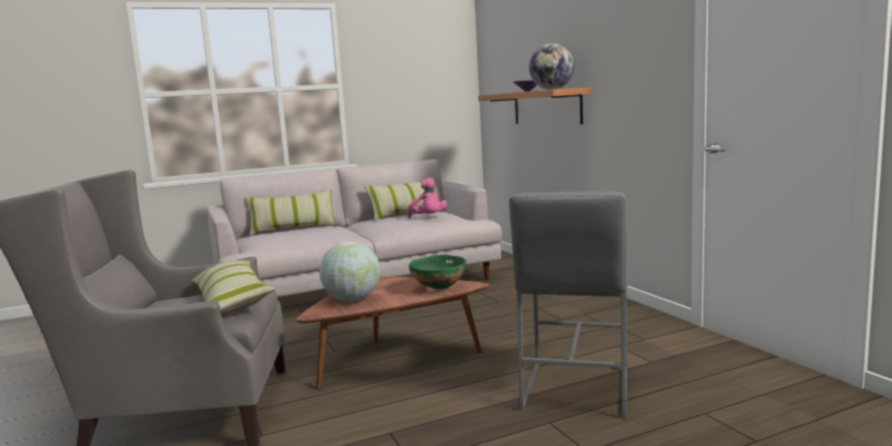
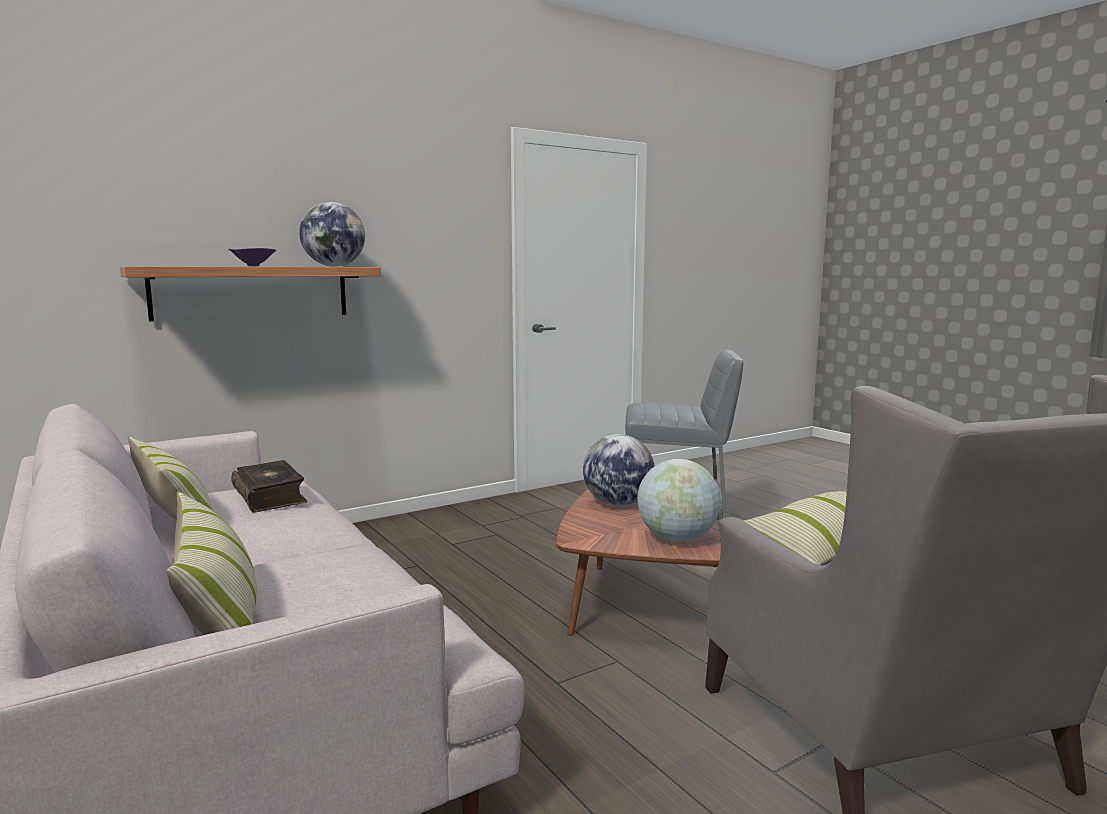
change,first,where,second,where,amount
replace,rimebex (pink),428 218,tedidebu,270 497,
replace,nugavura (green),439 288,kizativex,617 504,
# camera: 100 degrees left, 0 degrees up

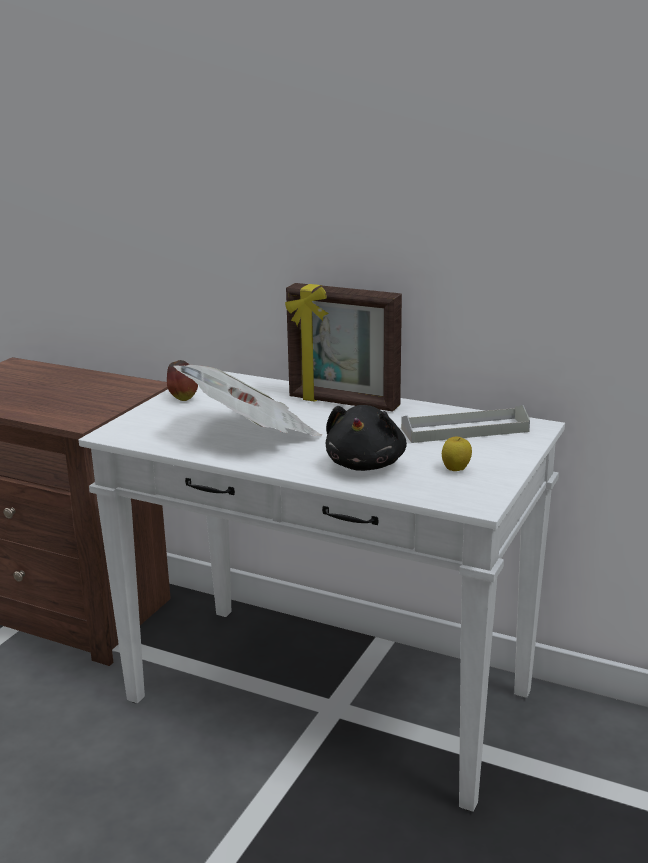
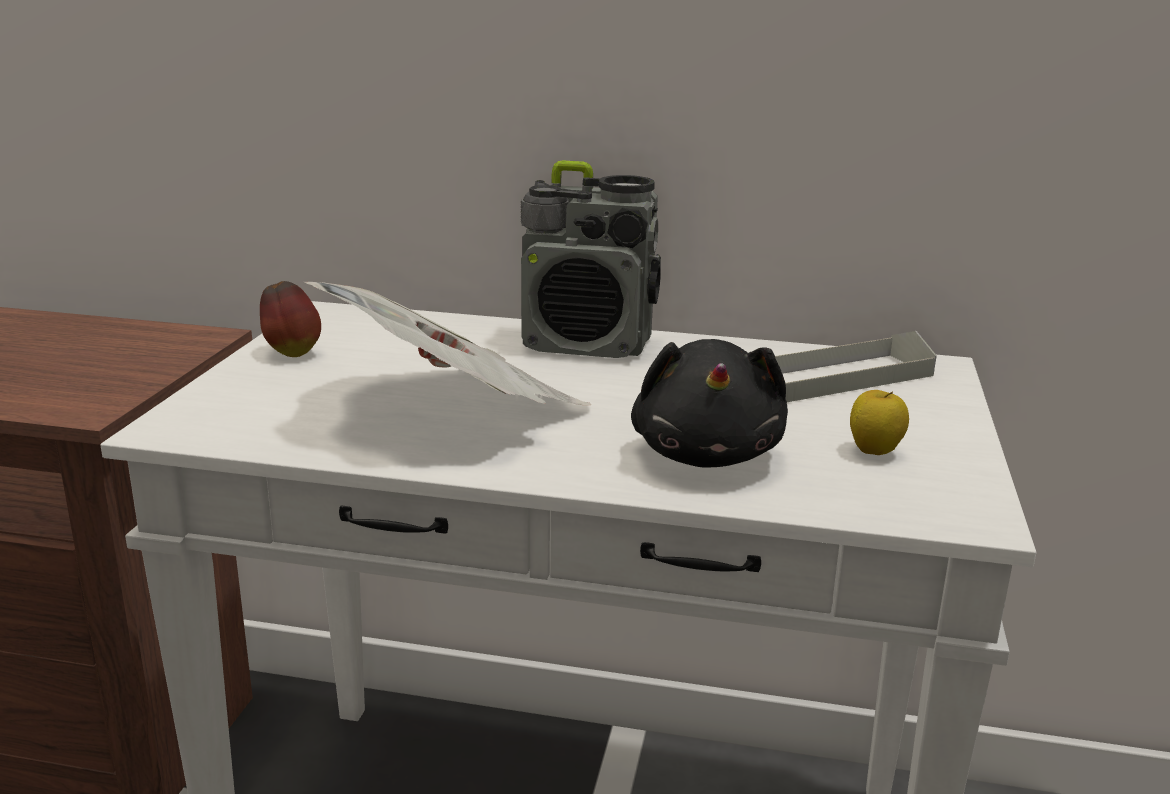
change,first,where,second,where,amount
replace,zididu,343 403,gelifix,588 345,
# camera: 15 degrees left, 0 degrees up

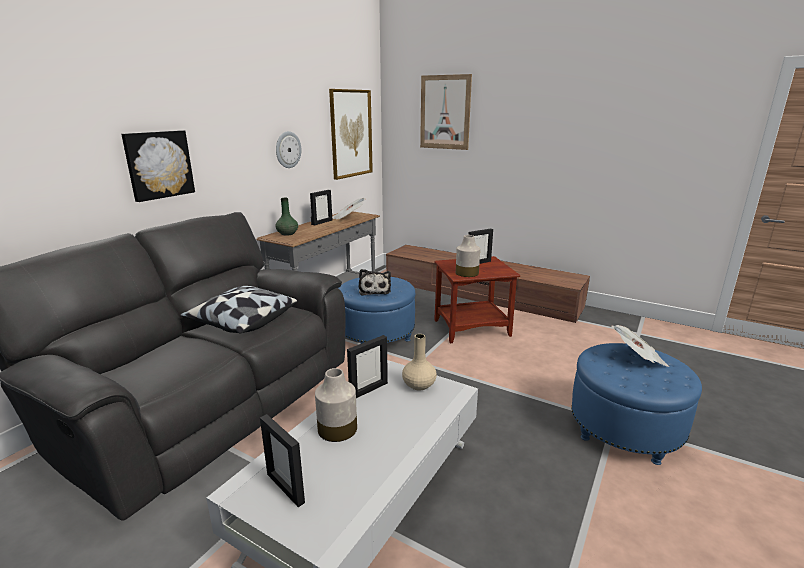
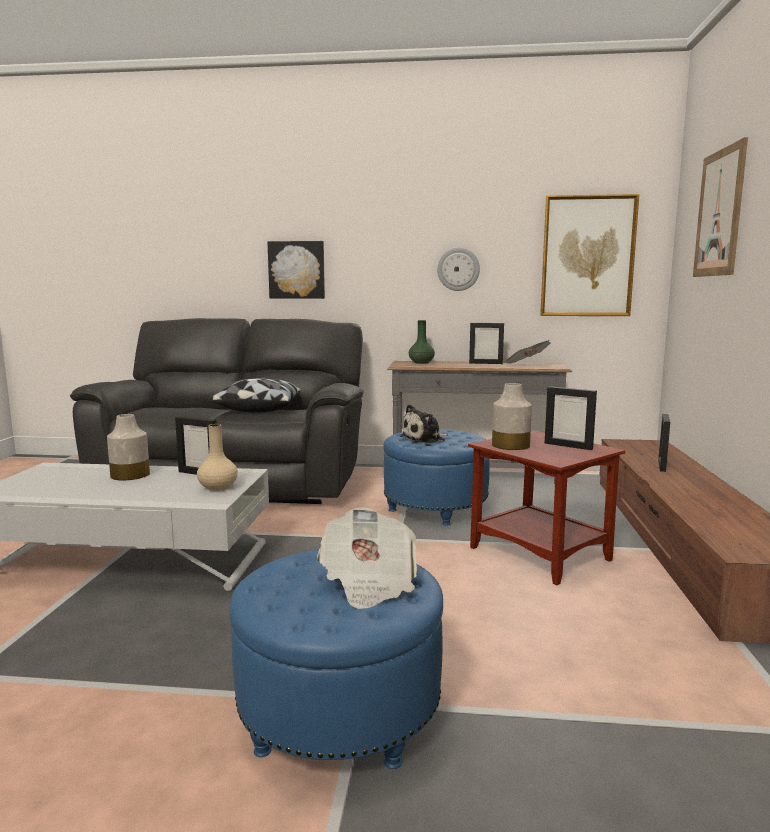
change,first,where,second,where,amount
move,zididu,286 487,,663 466,
# camera: 65 degrees right, 10 degrees down

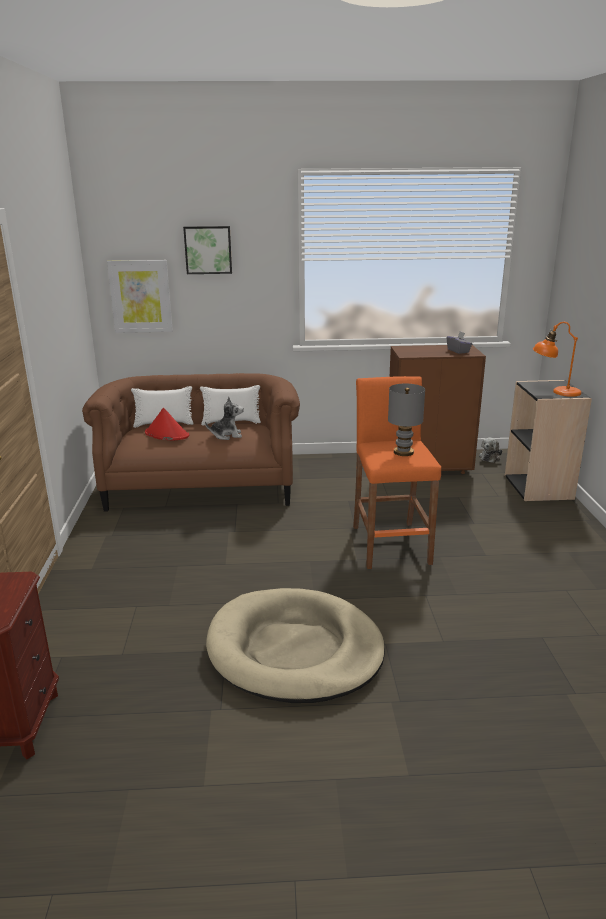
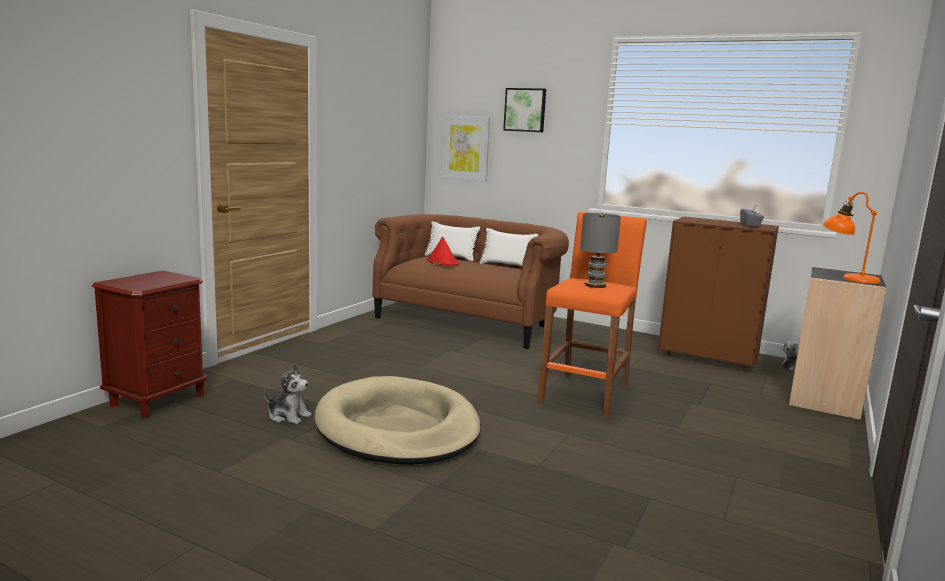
change,first,where,second,where,amount
move,rimebex,227 435,,288 416,
# camera: 30 degrees right, 10 degrees down

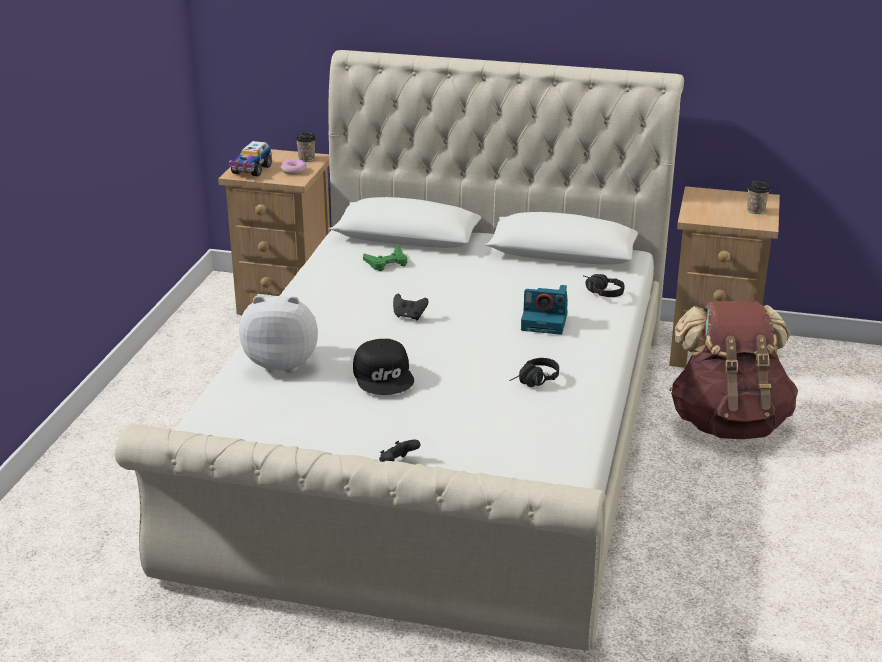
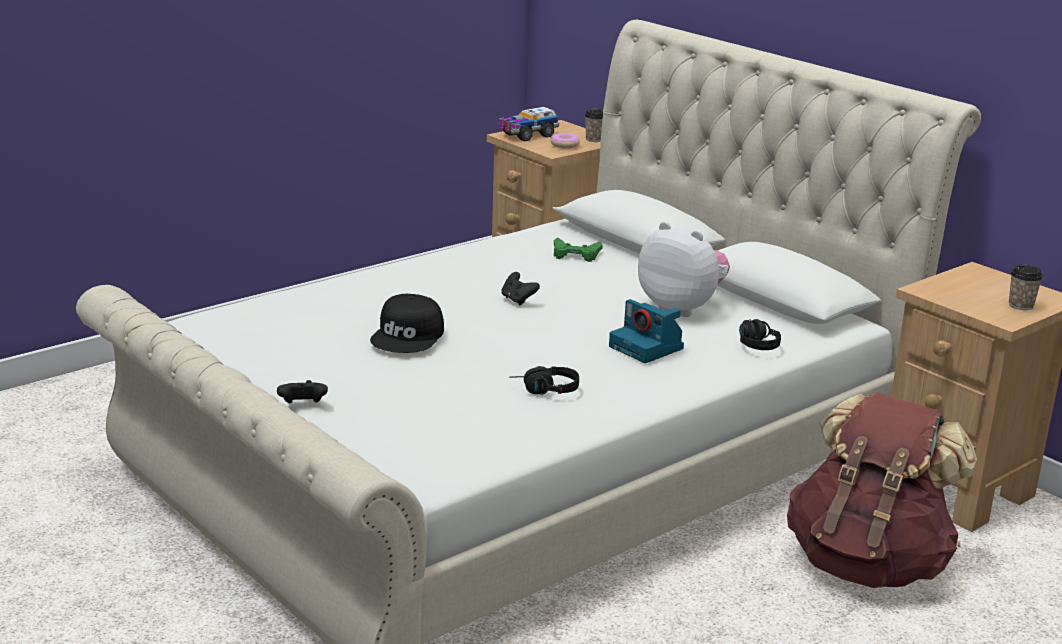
change,first,where,second,where,amount
move,rimebex,282 363,,681 307,
# camera: 35 degrees right, 5 degrees down

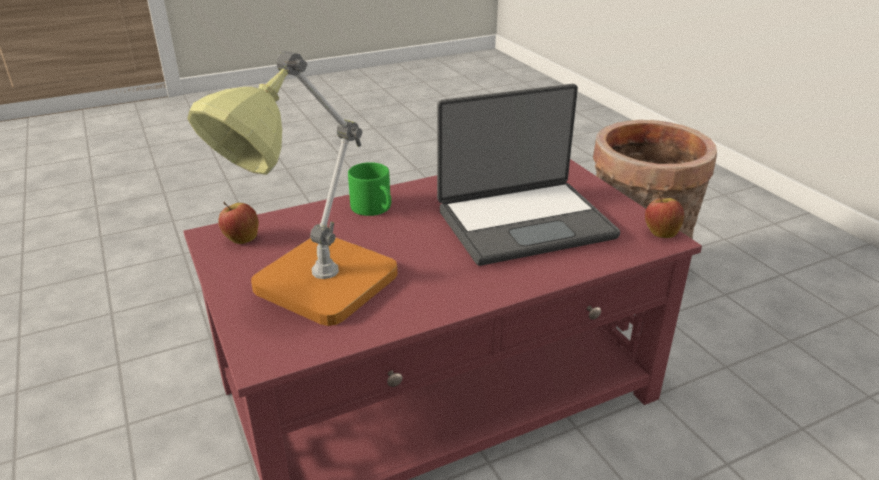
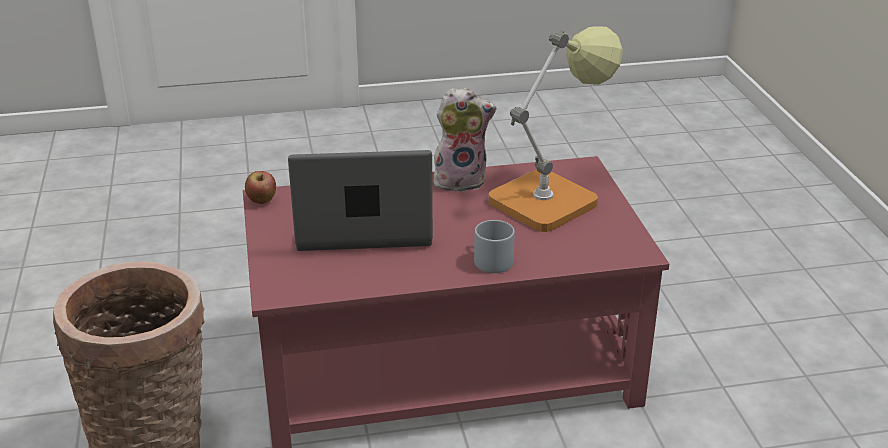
change,first,where,second,where,amount
delete,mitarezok,241 239,,,
insert,,,rimebex,461 180,
recolor,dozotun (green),375 208,dozotun (grey),489 259,
# camera: 165 degrees left, 0 degrees up

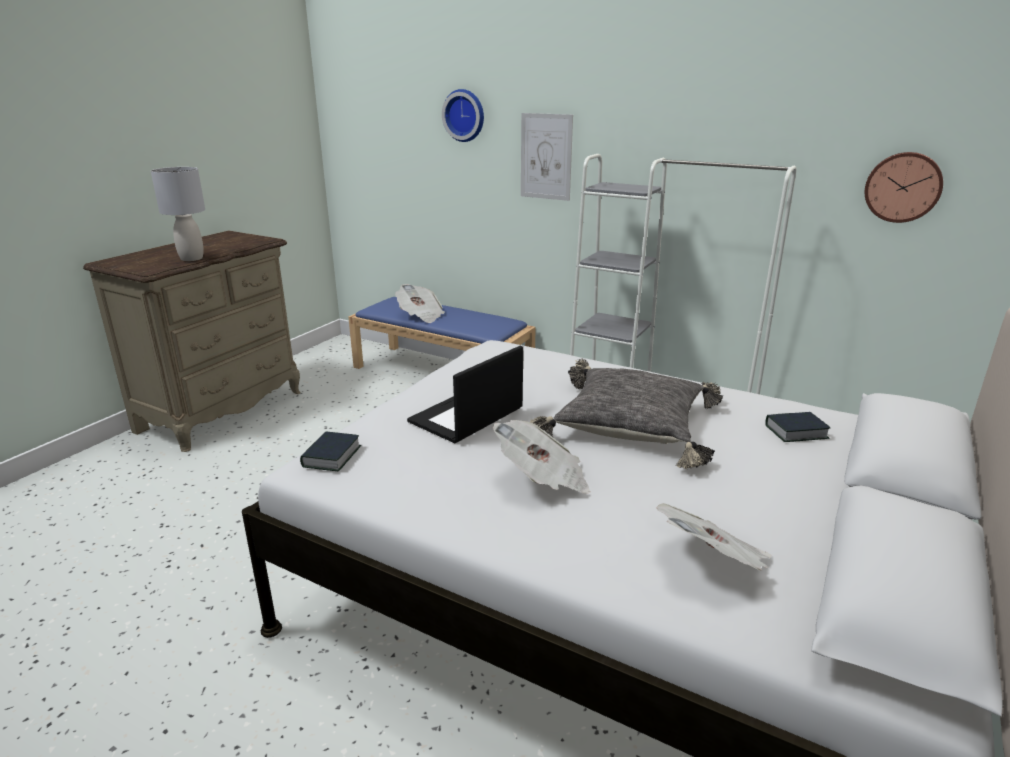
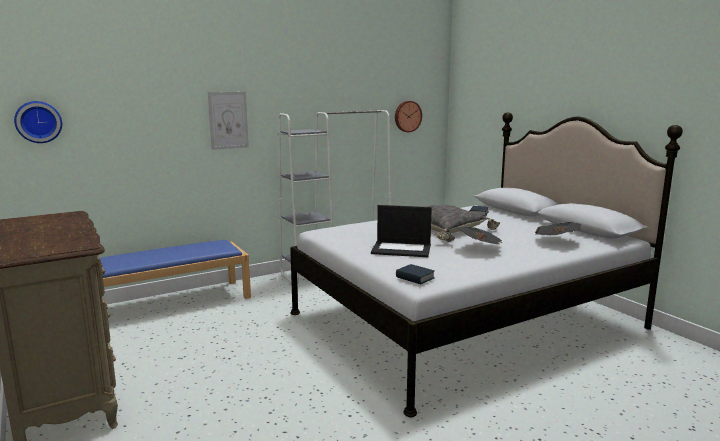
change,first,where,second,where,amount
delete,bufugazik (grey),192 258,,,
delete,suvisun,420 316,,,
move,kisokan,465 115,,38 122,
rotate,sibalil,466 416,,402 249,60 degrees counterclockwise
# camera: 60 degrees left, 10 degrees down

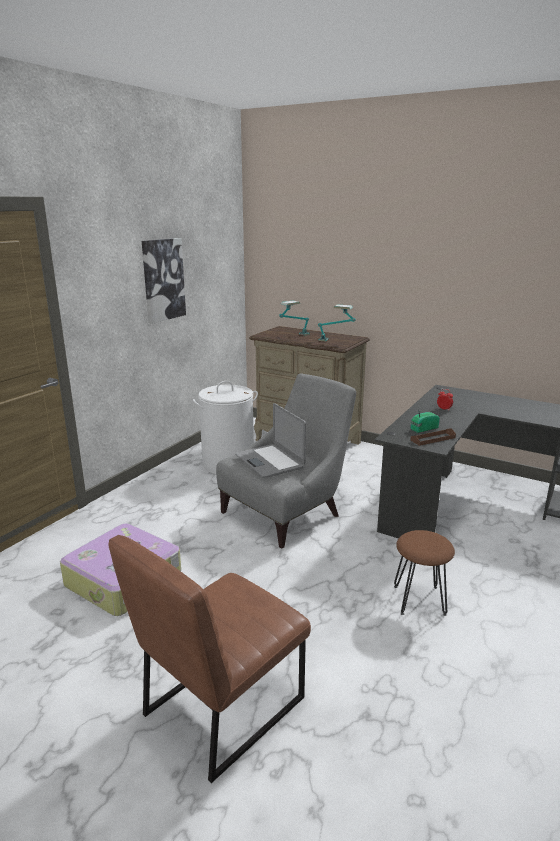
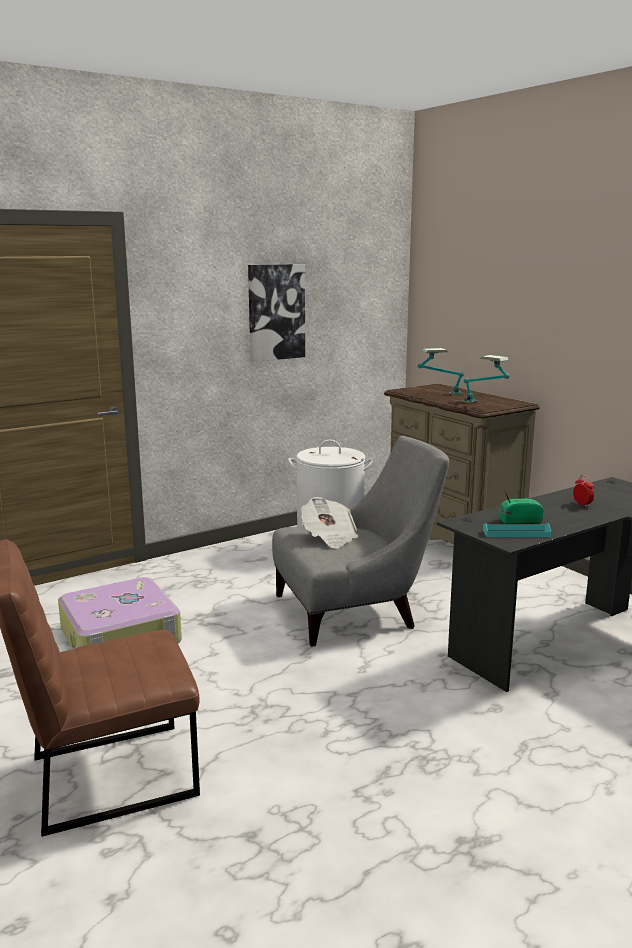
change,first,where,second,where,amount
delete,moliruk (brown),418 600,,,
replace,sibalil,270 461,suvisun,329 537,
recolor,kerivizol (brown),433 439,kerivizol (turquoise),516 533,
# camera: 25 degrees right, 5 degrees down

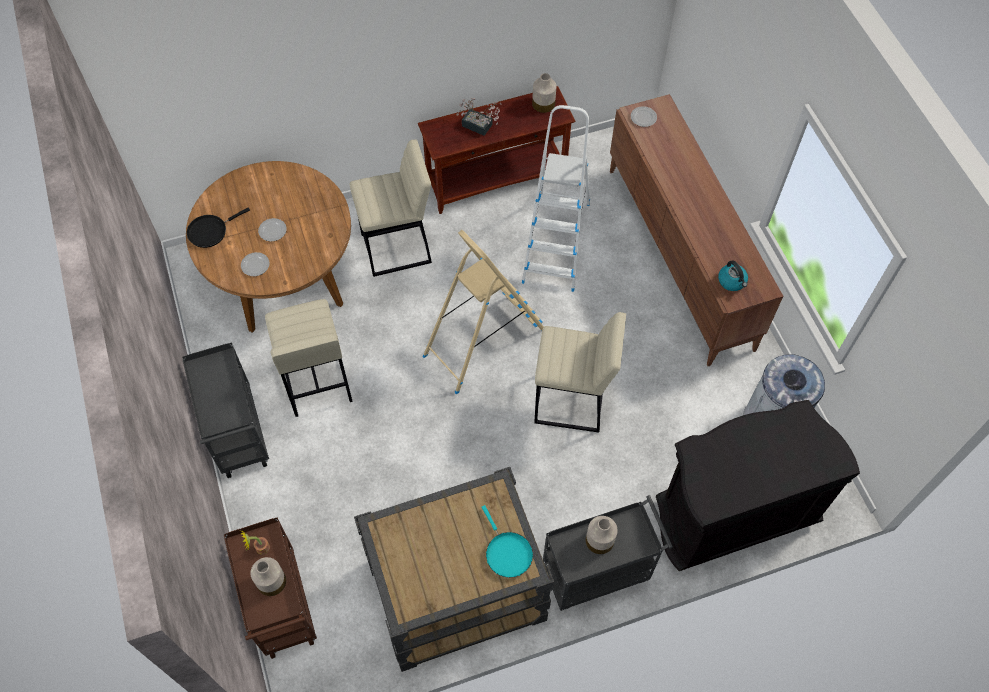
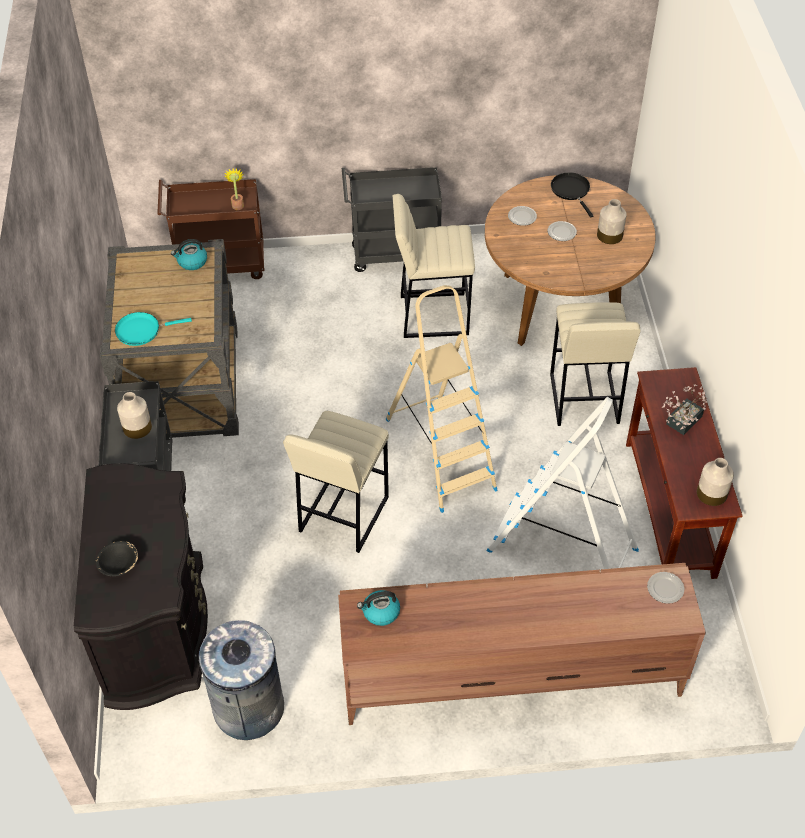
change,first,where,second,where,amount
insert,,,nugavura (black),119 565,
insert,,,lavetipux,192 262,
move,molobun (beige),271 581,,610 235,
# camera: 105 degrees right, 10 degrees down

